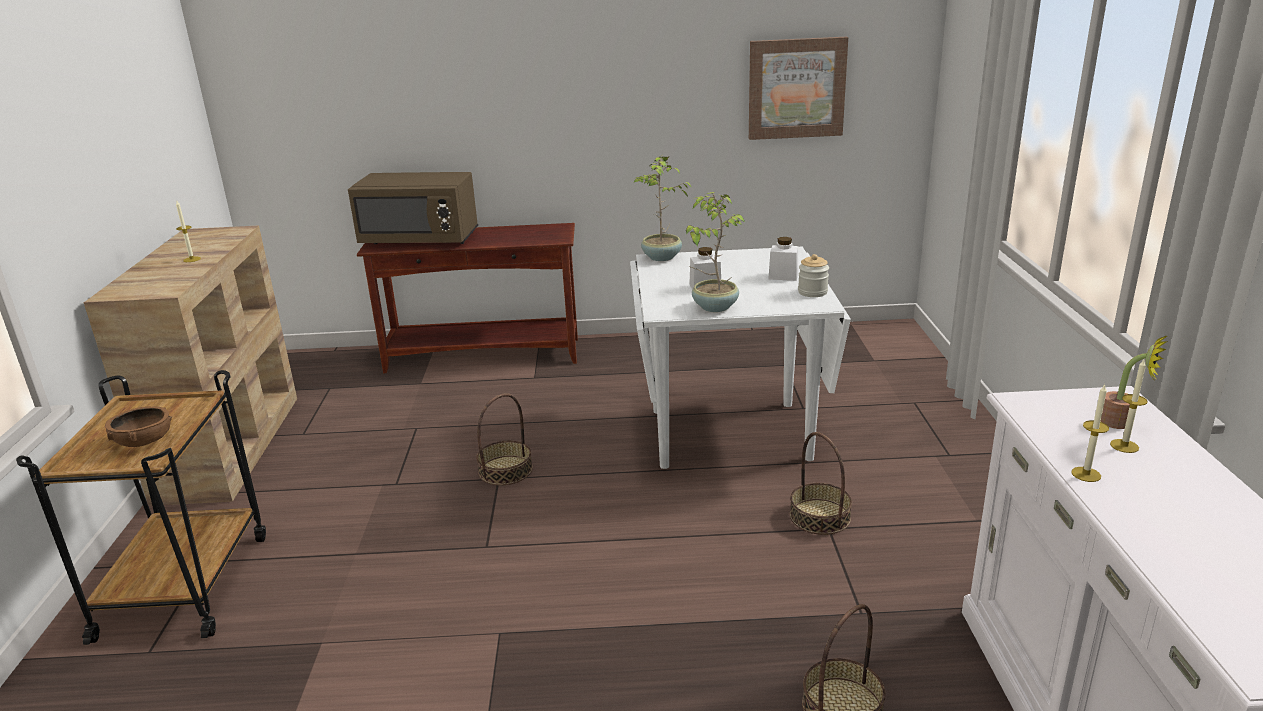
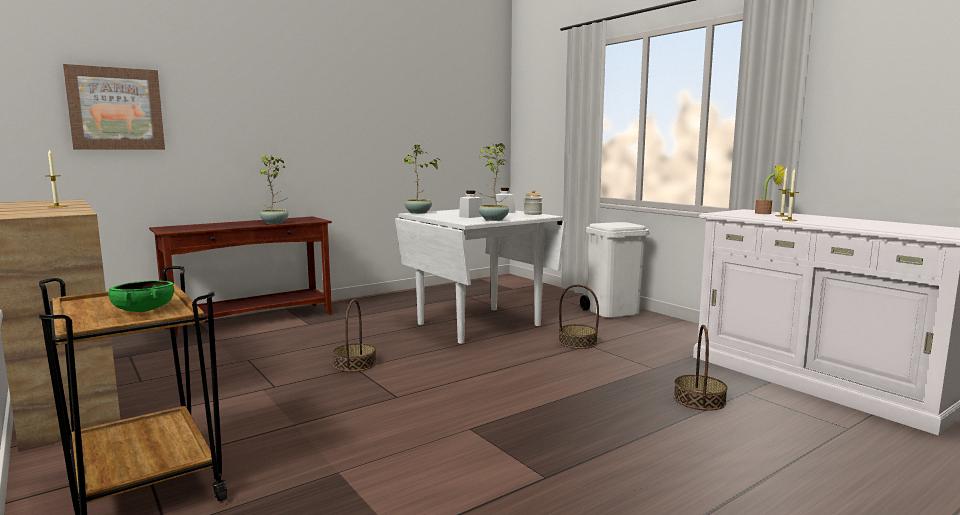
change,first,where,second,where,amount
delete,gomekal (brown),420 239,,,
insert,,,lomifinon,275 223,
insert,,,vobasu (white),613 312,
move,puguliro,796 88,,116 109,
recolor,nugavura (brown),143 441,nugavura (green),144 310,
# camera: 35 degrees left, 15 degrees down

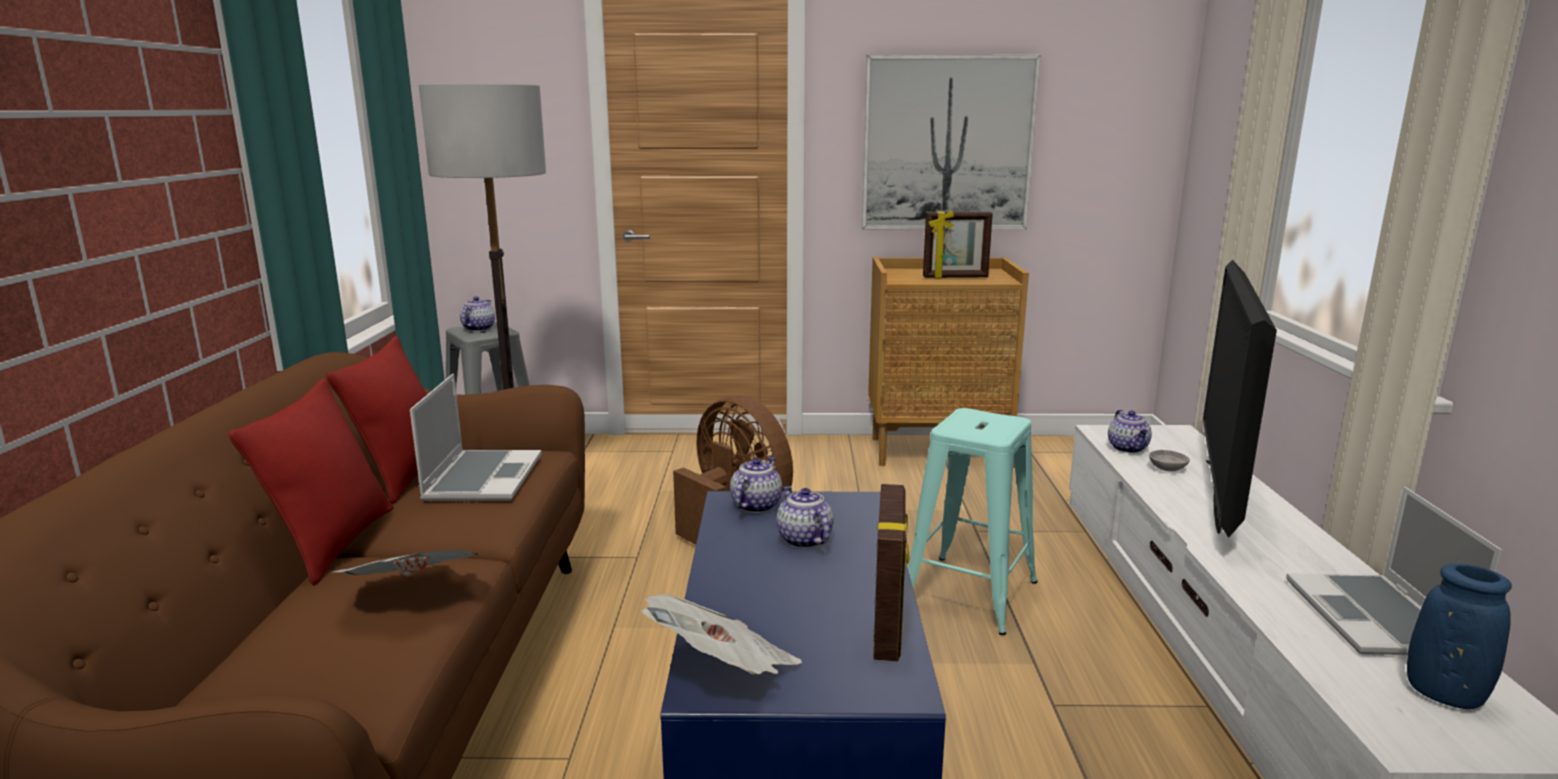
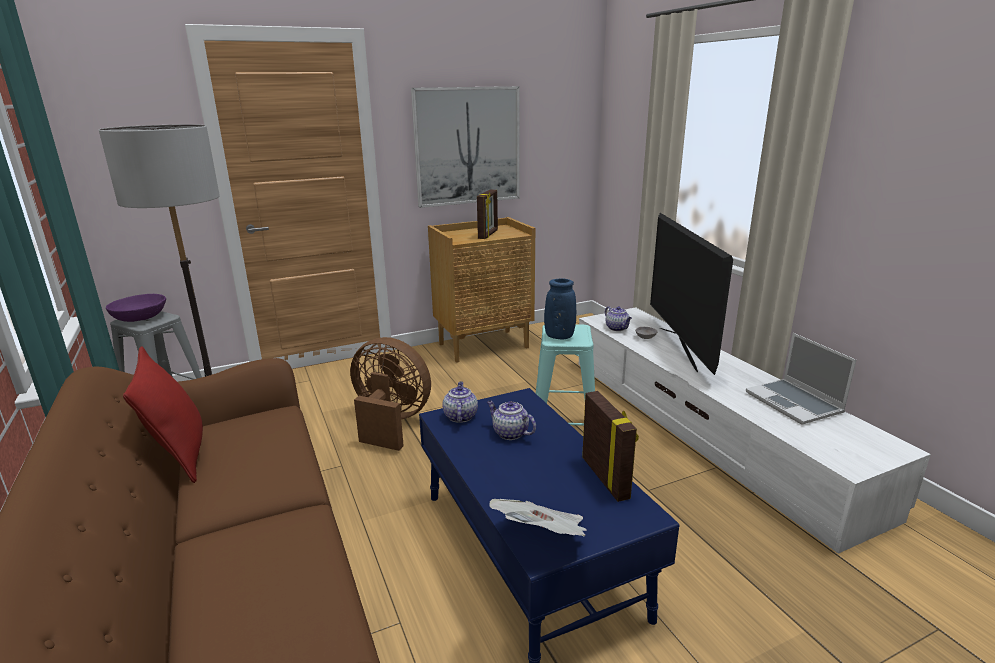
change,first,where,second,where,amount
delete,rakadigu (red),334 544,,,
delete,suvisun,414 595,,,
delete,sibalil,482 478,,,
move,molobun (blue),1444 695,,559 336,
replace,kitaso,478 328,nugavura (purple),140 317,
rotate,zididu,955 277,,488 235,45 degrees counterclockwise
# camera: 25 degrees left, 5 degrees up

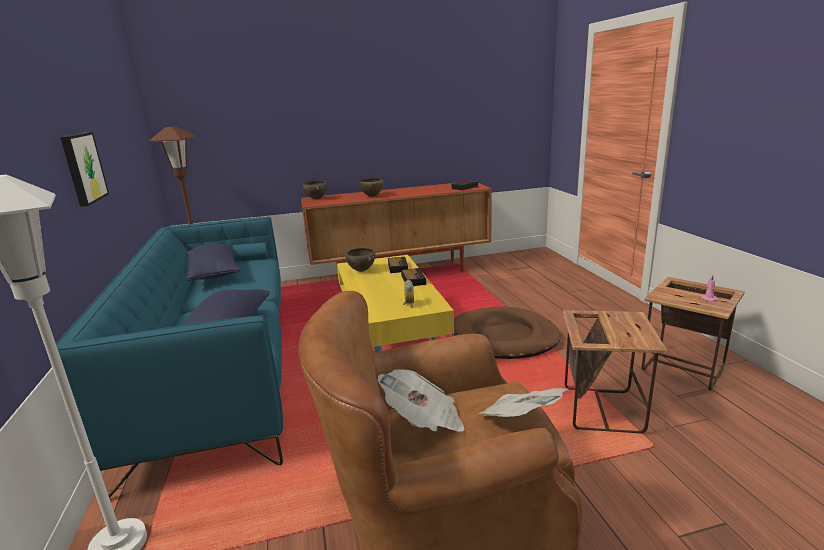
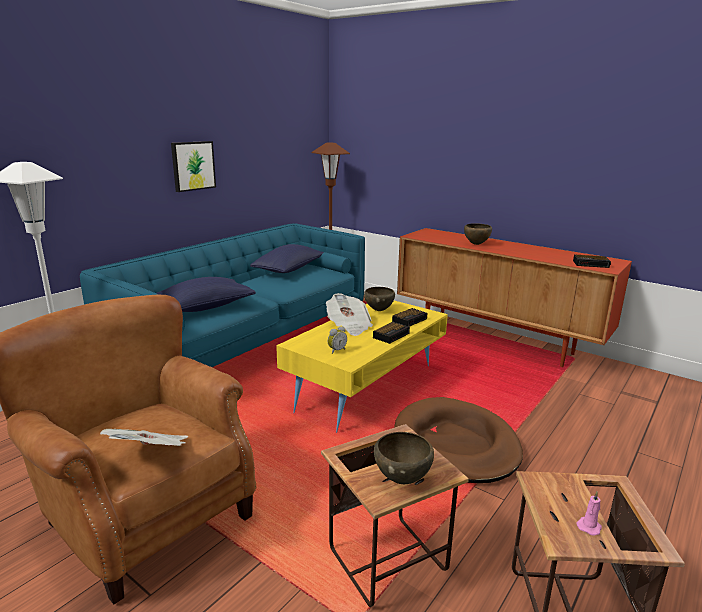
change,first,where,second,where,amount
move,nugavura (brown),316 199,,402 479,
move,suvisun,423 420,,349 326,
# camera: 50 degrees right, 0 degrees up

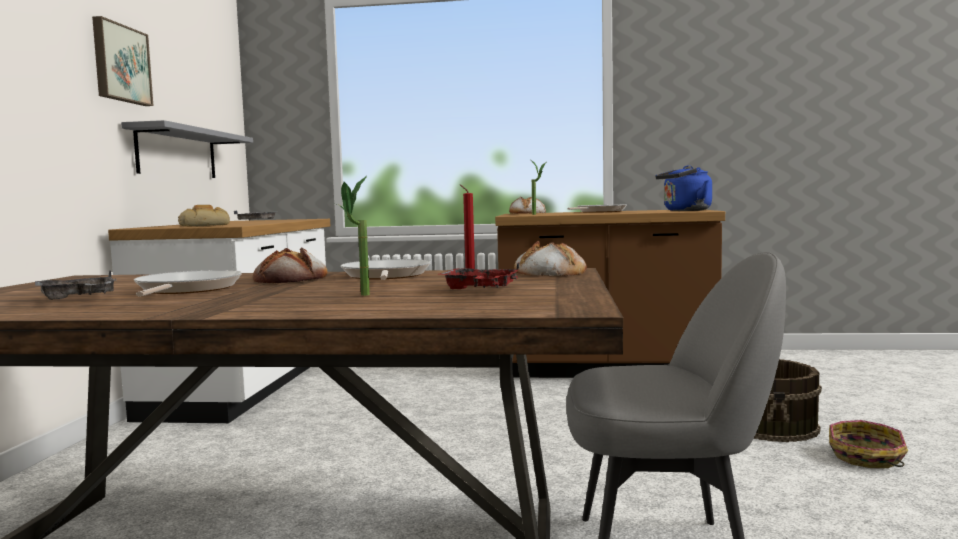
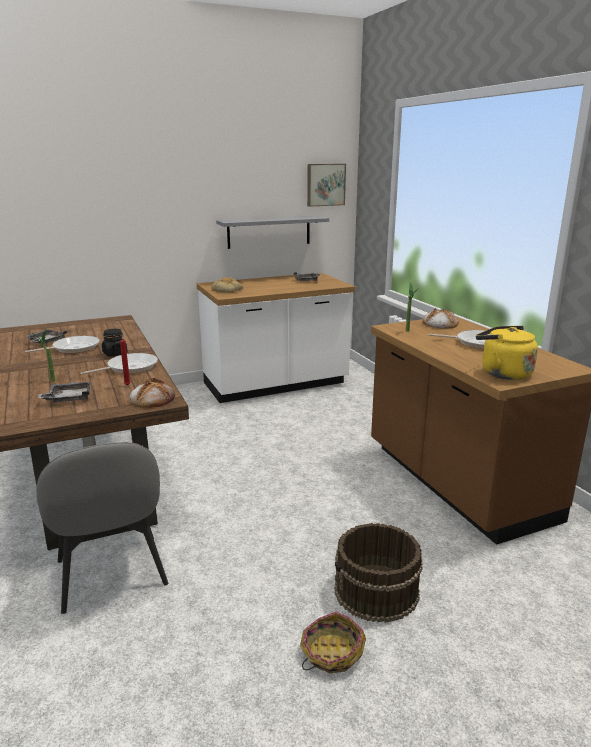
change,first,where,second,where,amount
move,puguliro,120 64,,325 184,
replace,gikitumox,291 279,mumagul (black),115 353,
recolor,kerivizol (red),480 290,kerivizol (grey),68 398,
recolor,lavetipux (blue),685 210,lavetipux (yellow),502 373,
# camera: 60 degrees right, 15 degrees up

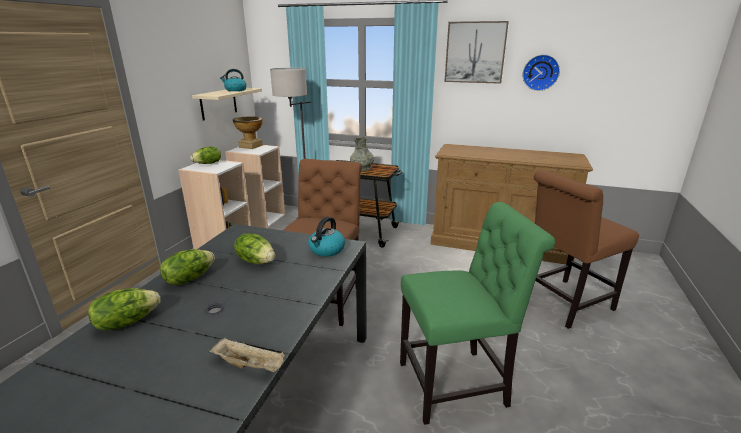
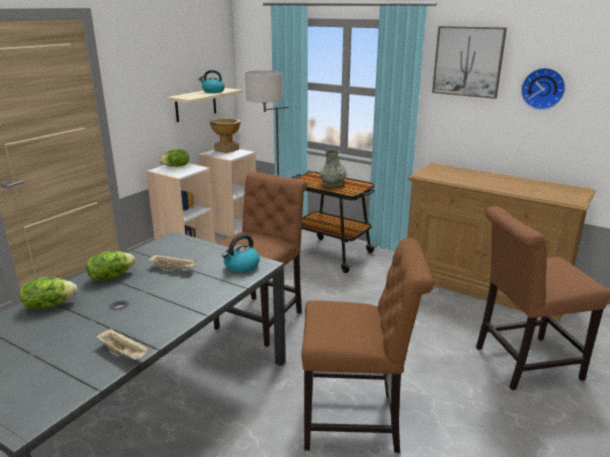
change,first,where,second,where,amount
replace,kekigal,256 261,kerivizol (beige),173 268,
recolor,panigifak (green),458 384,panigifak (brown),357 421,
# camera: 15 degrees right, 0 degrees up

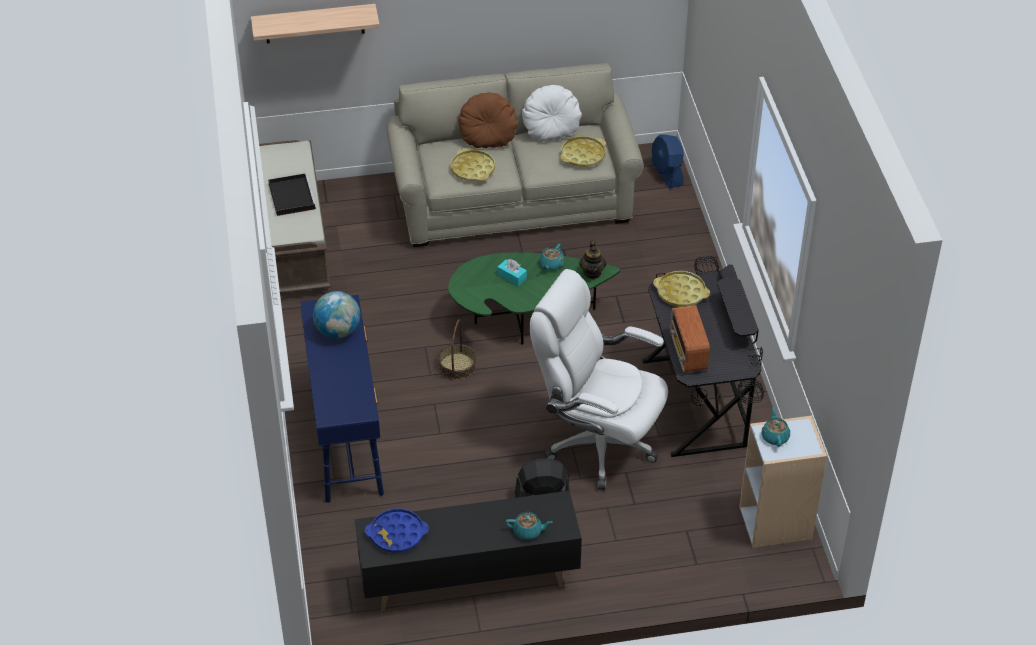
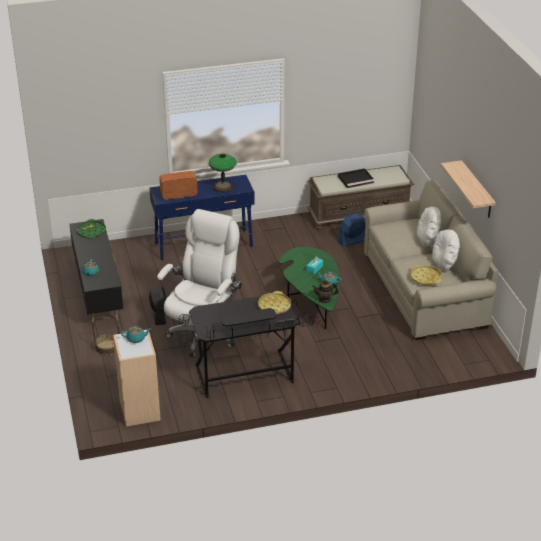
change,first,where,second,where,amount
delete,kerivizol (yellow),473 169,,,
move,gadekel,314 23,,477 190,
move,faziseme,457 366,,108 347,
move,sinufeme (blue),667 173,,353 240,
move,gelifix,688 353,,178 195,
replace,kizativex,338 331,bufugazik,223 187,
recolor,kerivizol (blue),397 534,kerivizol (green),91 232,
recolor,rakadigu (brown),488 141,rakadigu (white),428 240,
# camera: 85 degrees right, 10 degrees down

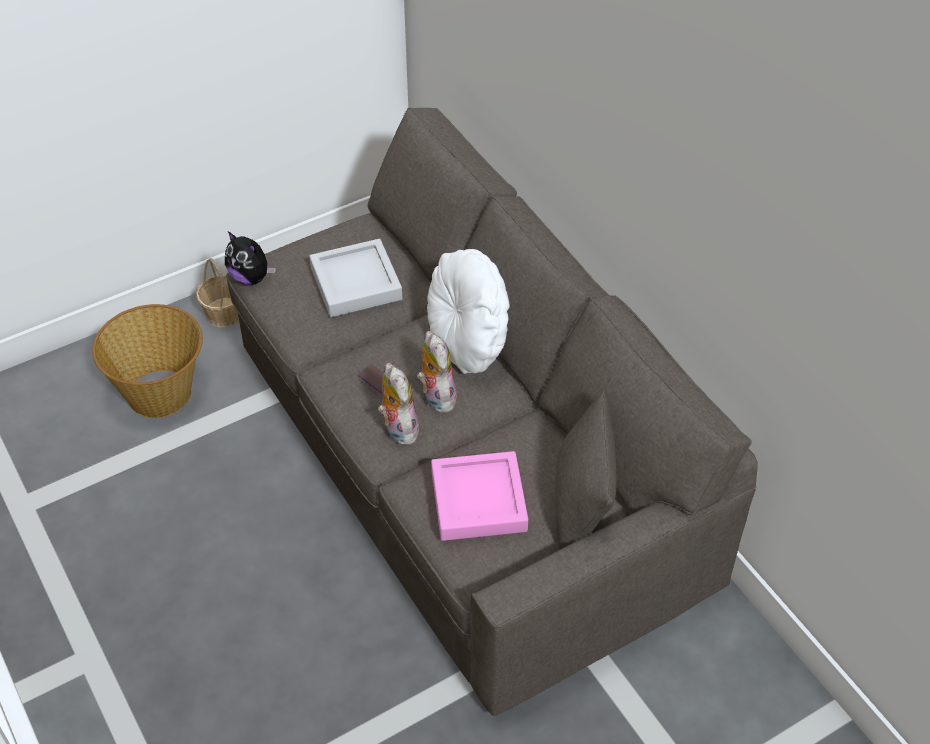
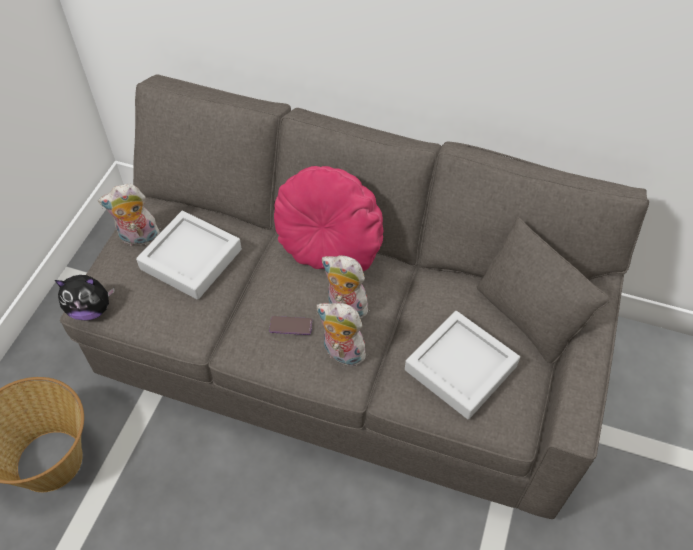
change,first,where,second,where,amount
delete,faziseme,224 313,,,
insert,,,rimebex,138 238,
recolor,rakadigu (white),467 346,rakadigu (pink),329 254,
recolor,kerivizol (pink),478 501,kerivizol (grey),460 368,
# camera: 40 degrees left, 5 degrees up

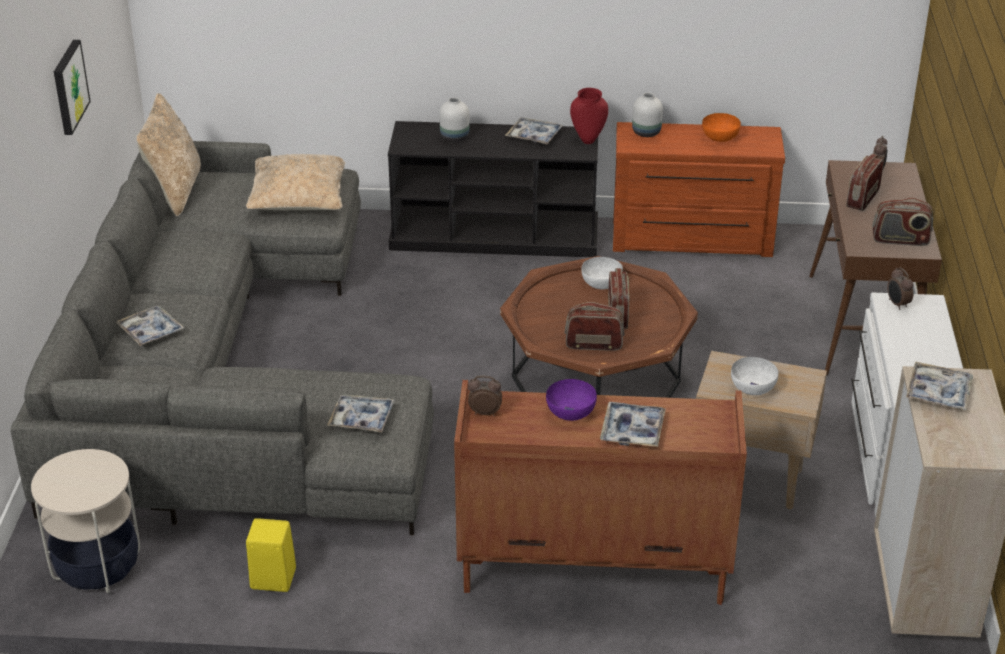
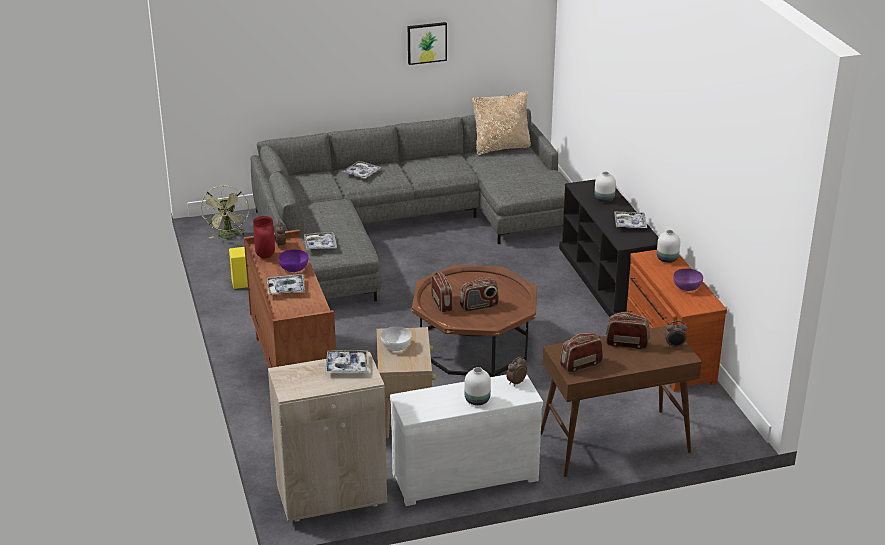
change,first,where,second,where,amount
delete,rakadigu (beige),298 196,,,
delete,nugavura (white),601 283,,,
insert,,,molobun (white),478 400,
move,molobun (red),588 140,,266 256,
replace,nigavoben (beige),97 568,sinufeme (green),228 236,
recolor,nugavura (orange),720 137,nugavura (purple),686 287,
rotate,gelifix,900 240,,581 365,75 degrees clockwise
# camera: 70 degrees right, 5 degrees down

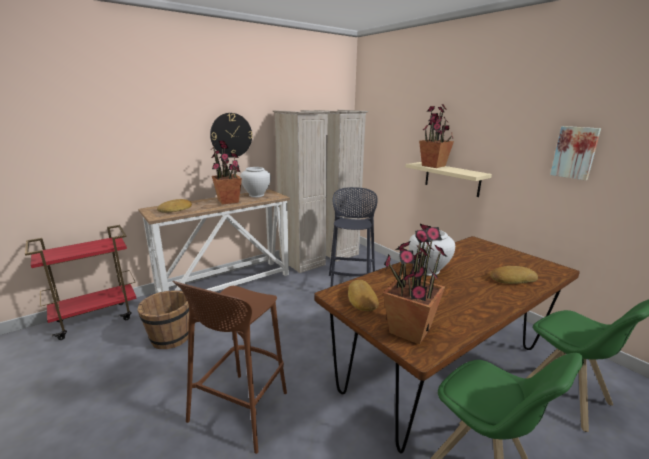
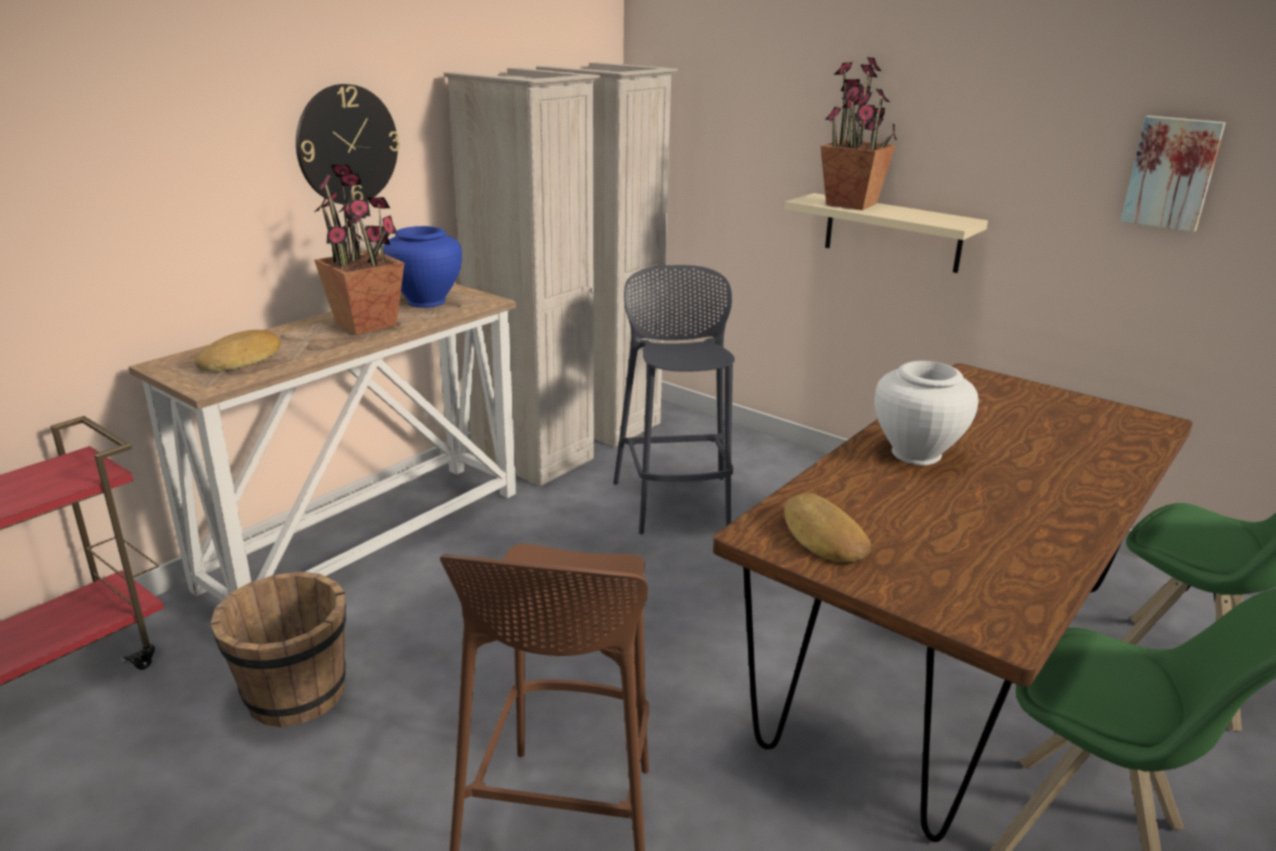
change,first,where,second,where,amount
delete,lomifinon,409 330,,,
delete,gikitumox,512 279,,,
recolor,molobun (white),256 195,molobun (blue),426 301,
# camera: 15 degrees left, 5 degrees up

